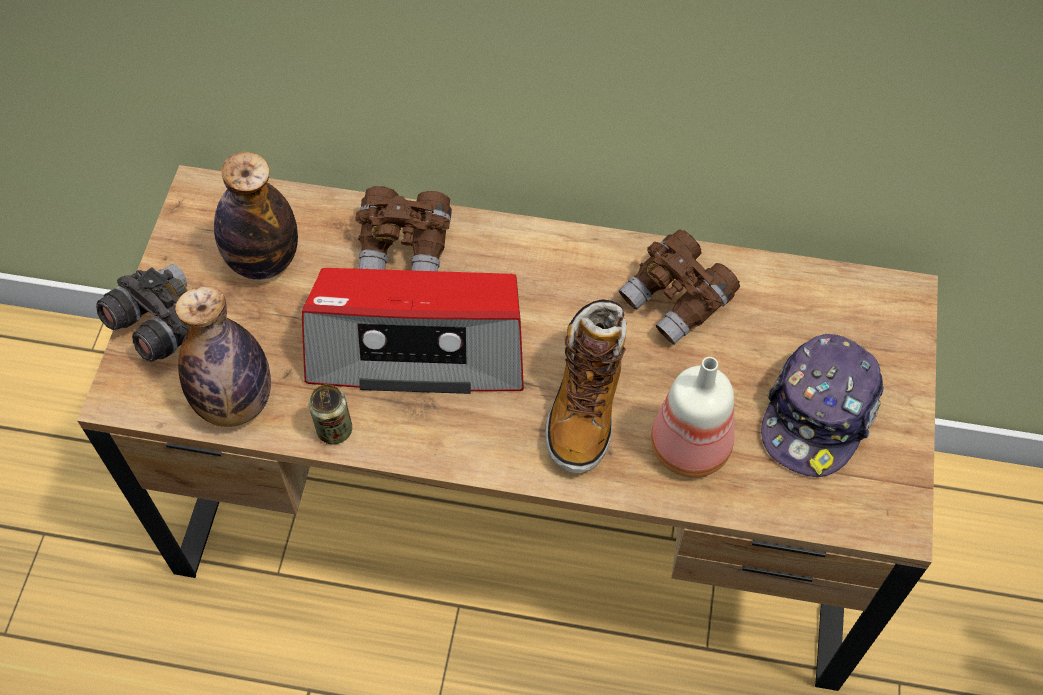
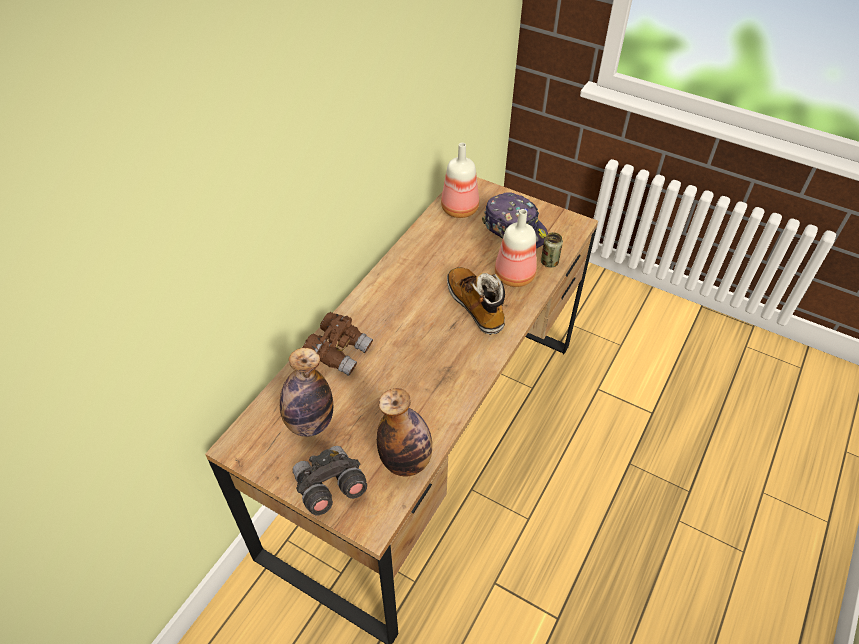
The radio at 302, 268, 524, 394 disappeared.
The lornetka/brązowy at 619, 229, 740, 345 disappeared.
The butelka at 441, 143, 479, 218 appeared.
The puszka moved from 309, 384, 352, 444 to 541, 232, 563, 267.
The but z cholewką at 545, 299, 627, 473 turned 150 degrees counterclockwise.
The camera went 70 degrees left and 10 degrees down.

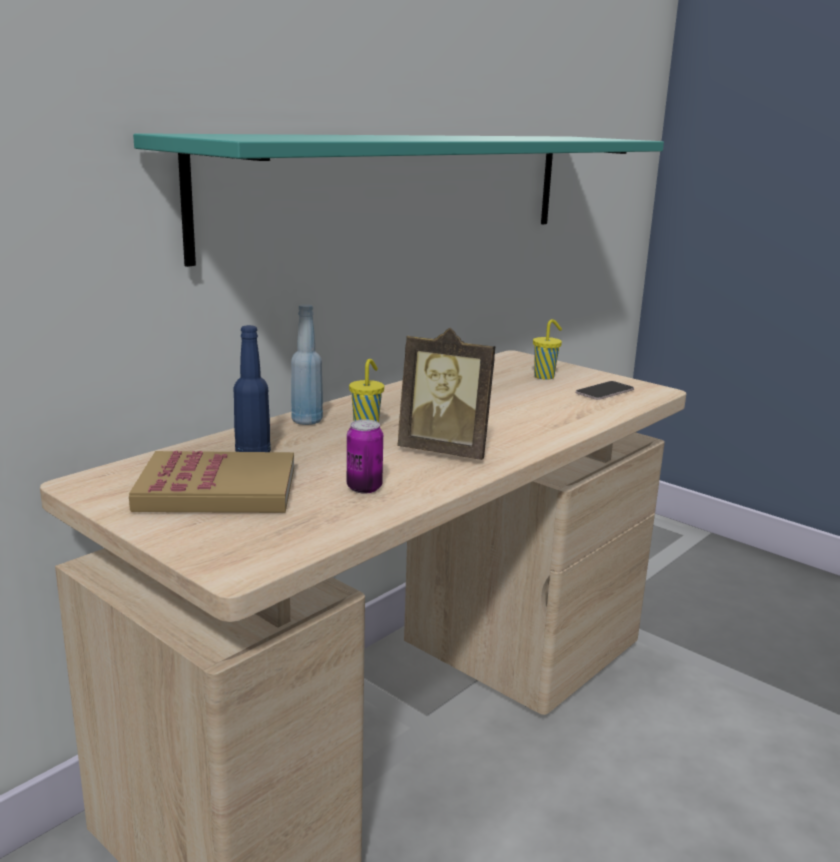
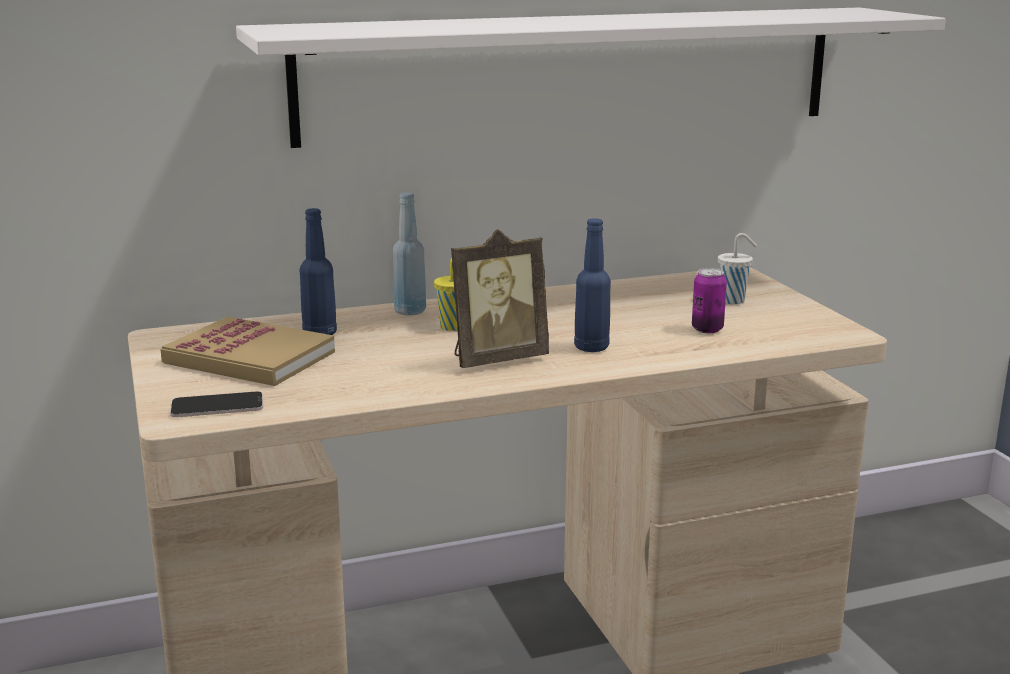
The butelka/niebieski at 574, 218, 611, 352 appeared.
The puszka moved from 347, 419, 383, 494 to 692, 268, 727, 333.
The telefon moved from 576, 381, 634, 400 to 170, 391, 263, 417.
The półka/turkusowy at 133, 133, 664, 267 became the półka/biały at 236, 7, 946, 148.
The filiżanka/żółty at 533, 319, 562, 380 became the filiżanka/biały at 718, 233, 757, 304.
The ramka na zdjęcie at 397, 328, 496, 460 turned 75 degrees counterclockwise.
The camera went 30 degrees right and 0 degrees up.

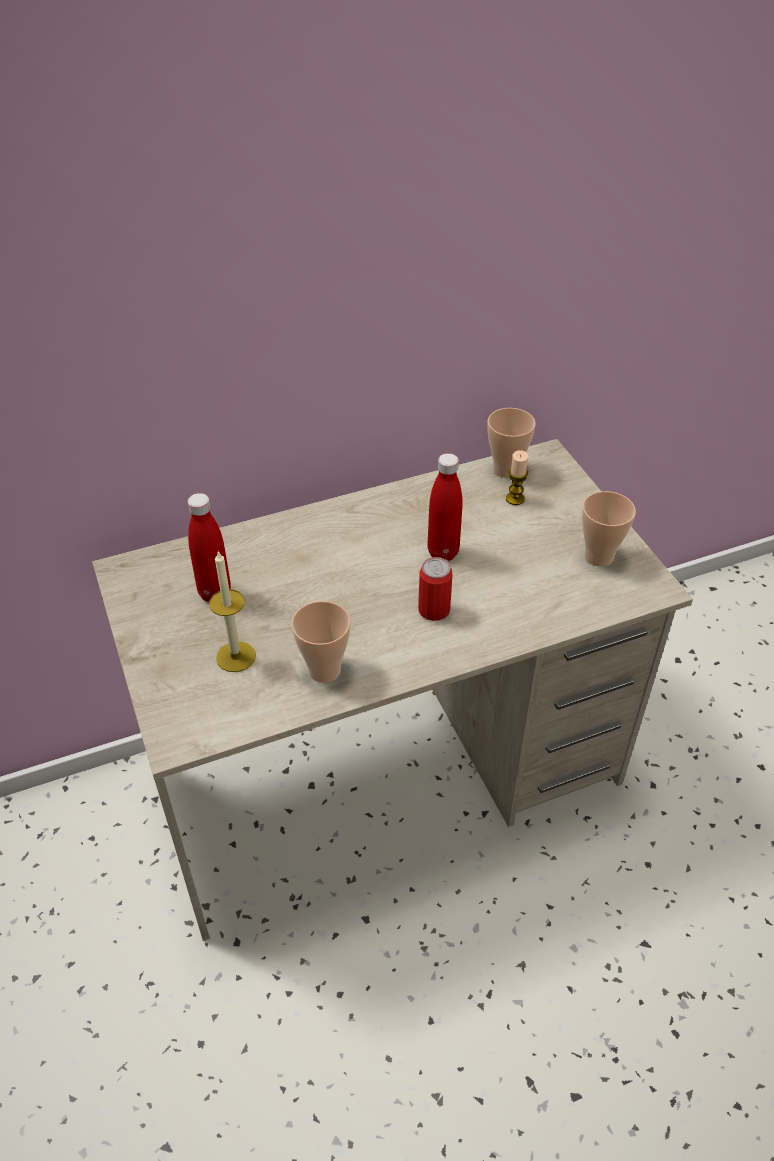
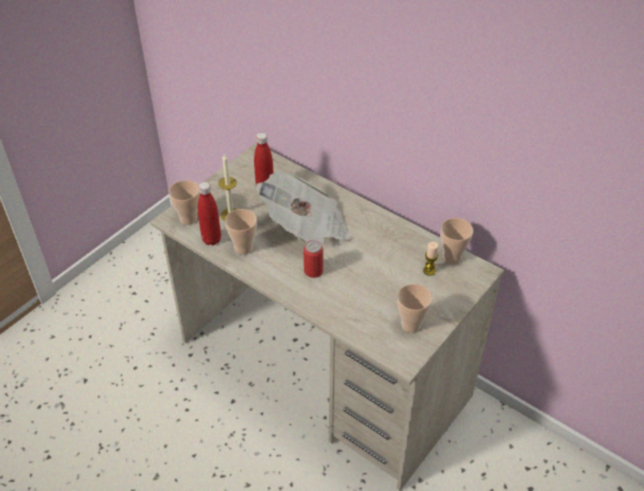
The filiżanka at 169, 180, 200, 225 appeared.
The gazeta at 256, 172, 352, 244 appeared.
The butelka/czerwony moved from 427, 453, 463, 561 to 198, 182, 221, 245.
The camera went 60 degrees right and 0 degrees up.

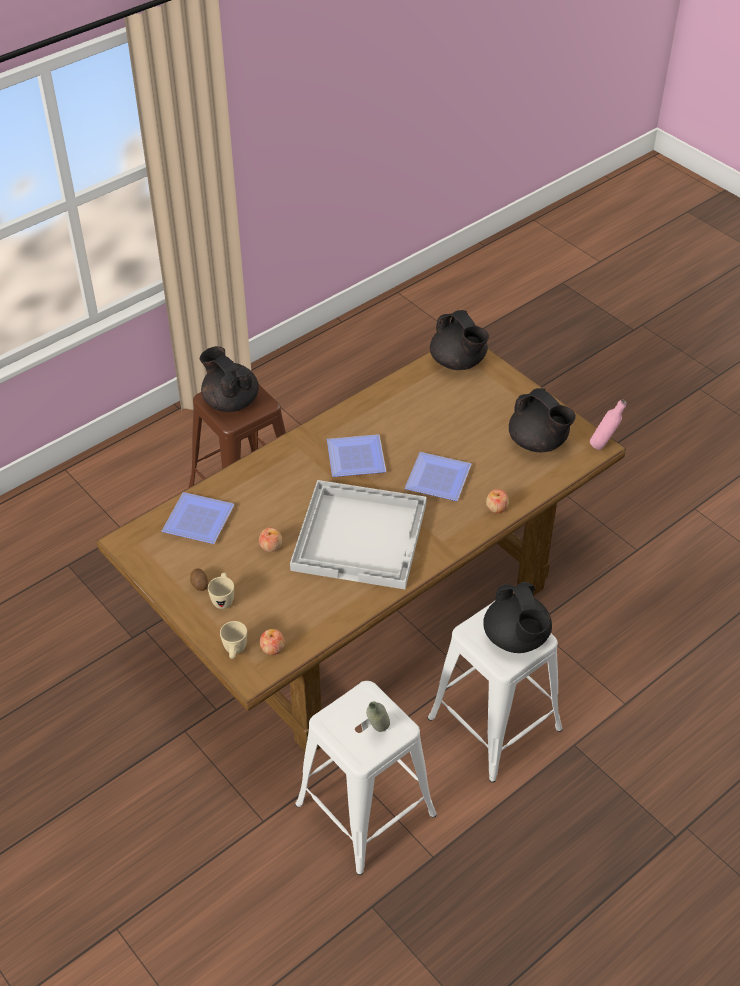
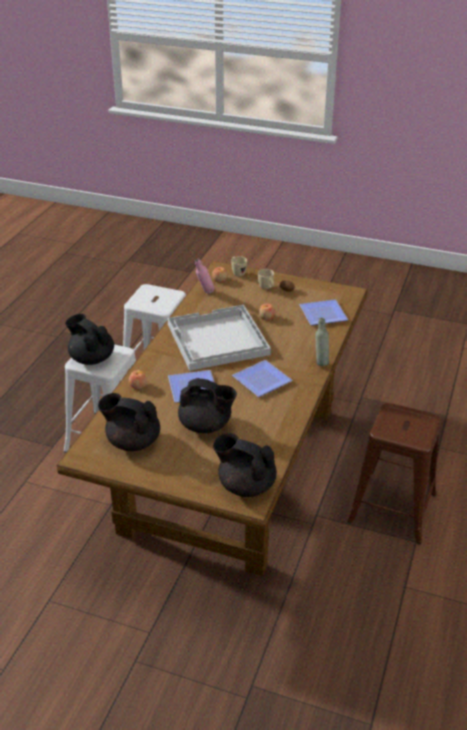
The imbryk/czarny moved from 200, 346, 259, 412 to 178, 378, 237, 433.
The butelka/szary moved from 366, 701, 390, 732 to 315, 318, 329, 366.
The butelka/różowy moved from 590, 399, 627, 450 to 195, 259, 215, 294.
The camera went 150 degrees right and 10 degrees down.

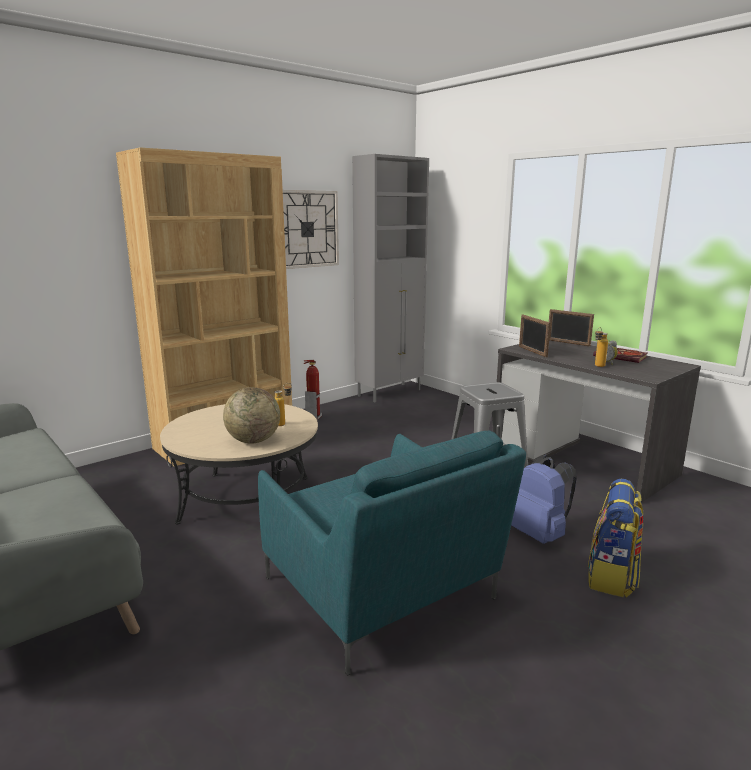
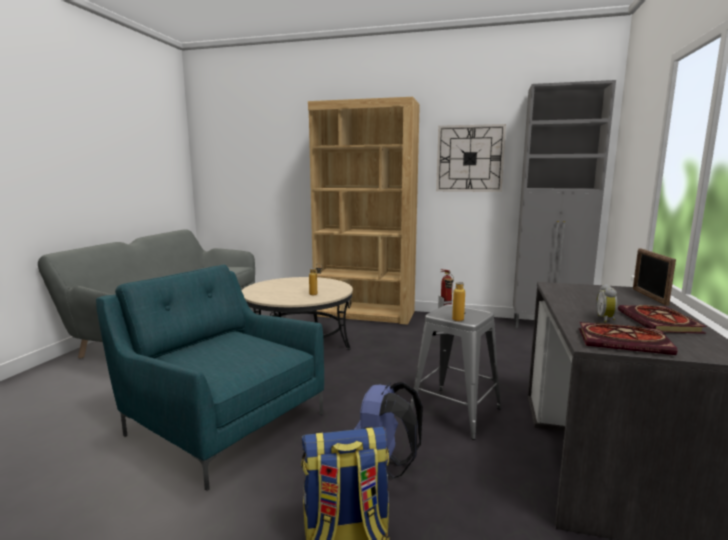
The globus at 223, 387, 280, 444 disappeared.
The ramka na zdjęcie at 519, 315, 551, 357 disappeared.
The książka at 579, 322, 678, 355 appeared.
The butelka moved from 595, 327, 608, 367 to 444, 274, 465, 321.
The fotel/turkusowy at 258, 431, 526, 676 turned 105 degrees clockwise.
The camera went 55 degrees right and 5 degrees down.

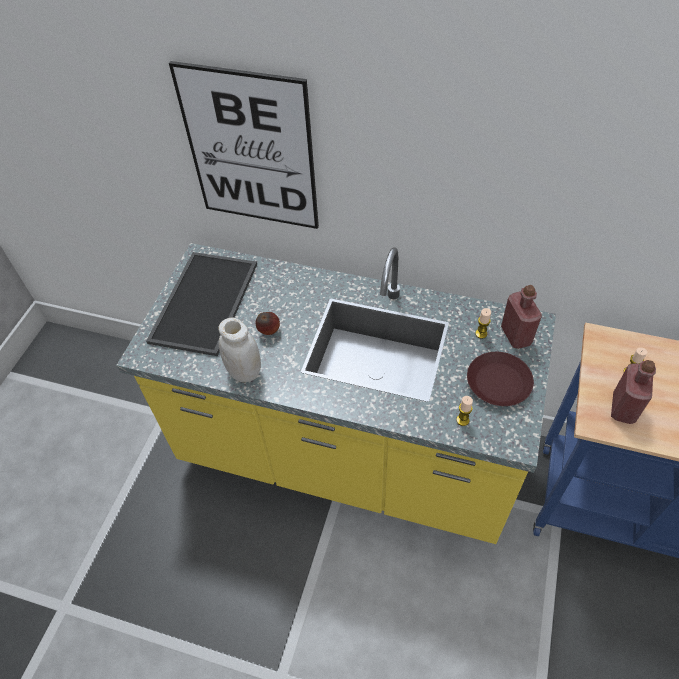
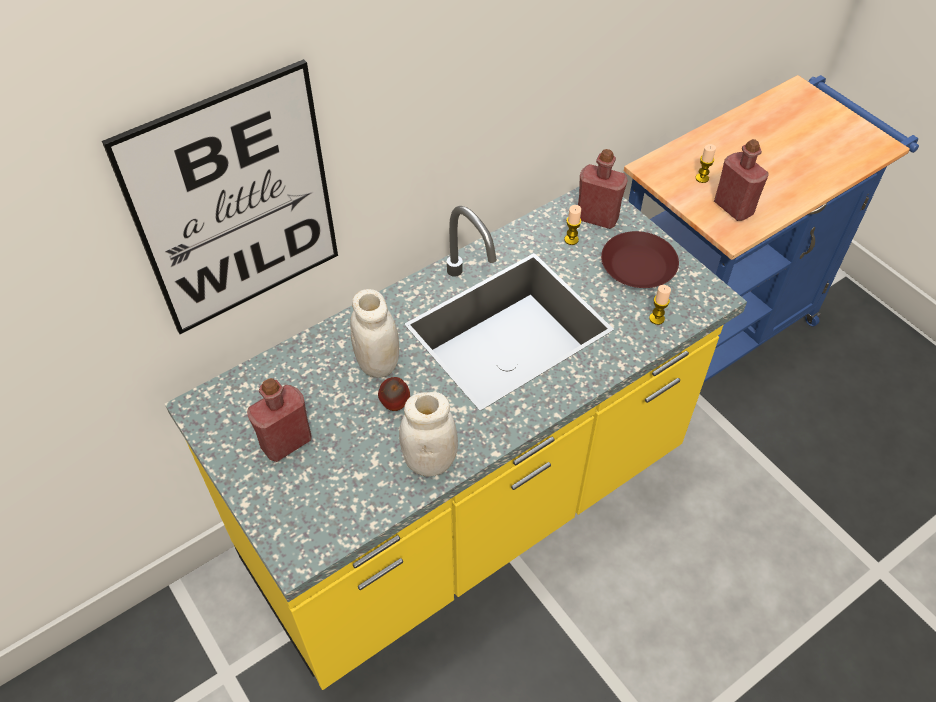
The słoik/biały at 350, 289, 399, 378 appeared.
The taca at 146, 252, 257, 356 was replaced by the butelka/czerwony at 247, 378, 311, 462.
The camera went 55 degrees left and 0 degrees up.

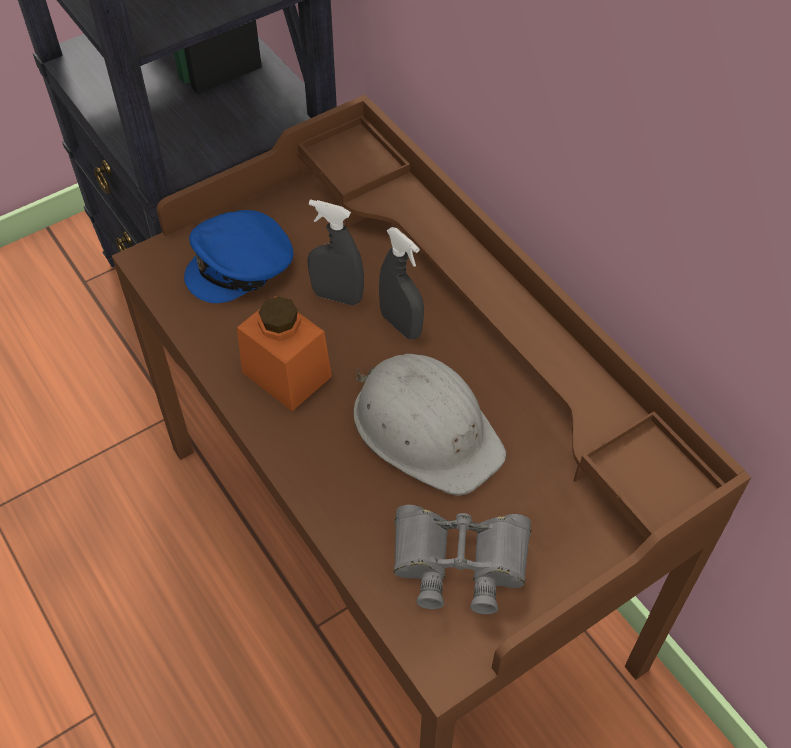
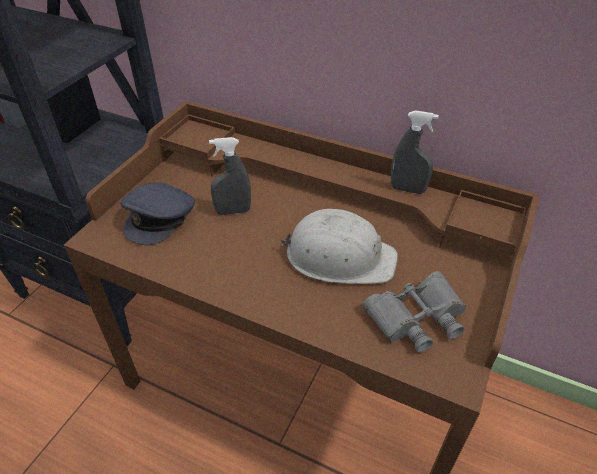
The słoik/pomarańczowy at 237, 296, 332, 411 disappeared.
The spryskiwacz/szary moved from 379, 227, 424, 339 to 391, 110, 439, 194.
The czapka z daszkiem/niebieski at 184, 210, 294, 303 became the czapka z daszkiem/szary at 120, 182, 195, 245.
The camera went 30 degrees left and 10 degrees down.

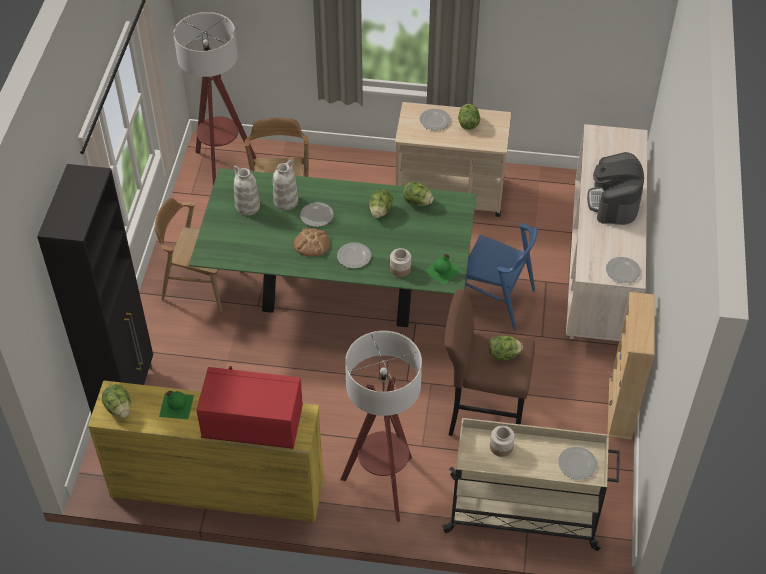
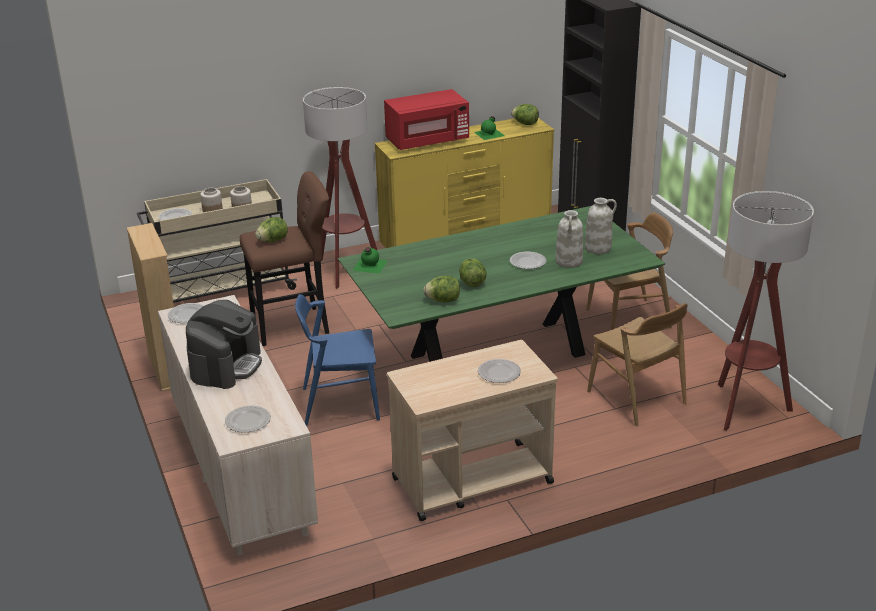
The chleb at 294, 228, 330, 257 disappeared.
The sałata at 458, 104, 480, 130 disappeared.
The talerz moved from 337, 242, 371, 268 to 225, 405, 271, 433.
The słoik moved from 390, 248, 411, 277 to 200, 188, 223, 212.
The ekspres do kawy at 587, 152, 644, 225 turned 45 degrees clockwise.
The camera went 150 degrees right and 20 degrees down.

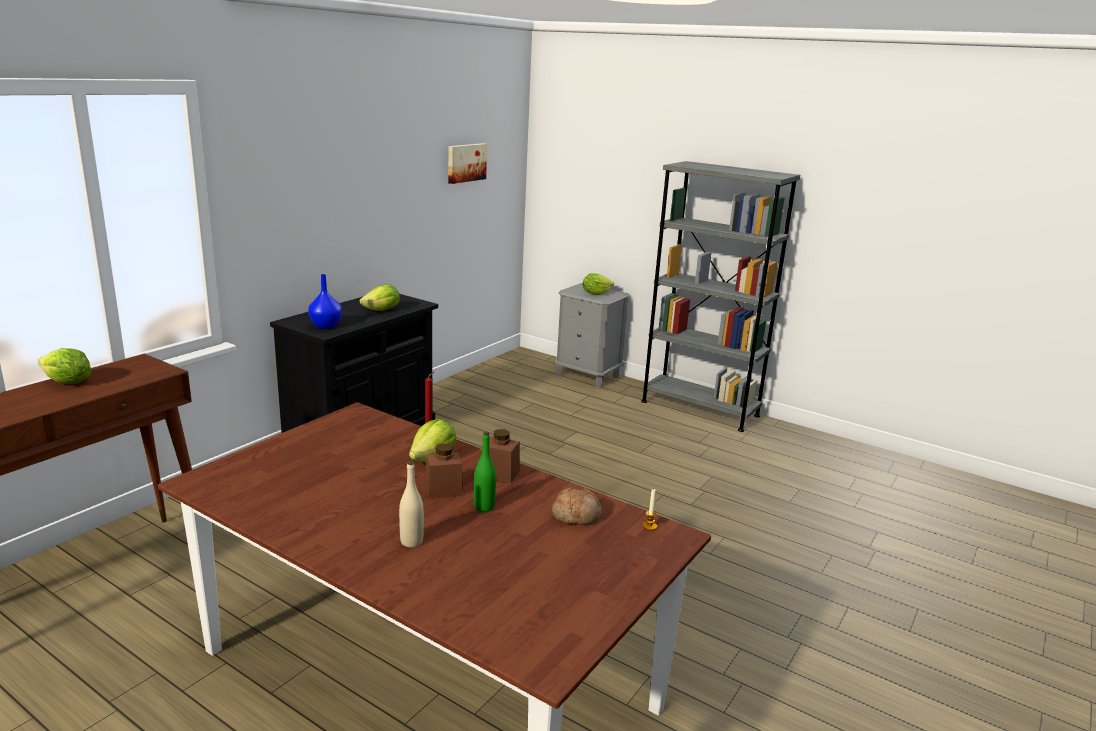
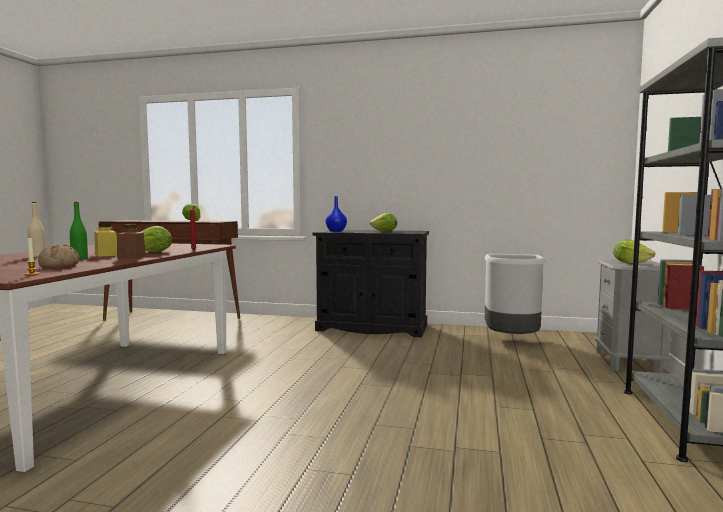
The obraz at 448, 143, 487, 184 disappeared.
The kosz na śmieci/szary at 484, 254, 546, 334 appeared.
The słoik/brązowy at 425, 443, 463, 499 became the słoik/żółty at 94, 223, 117, 257.
The camera went 70 degrees right and 15 degrees down.

